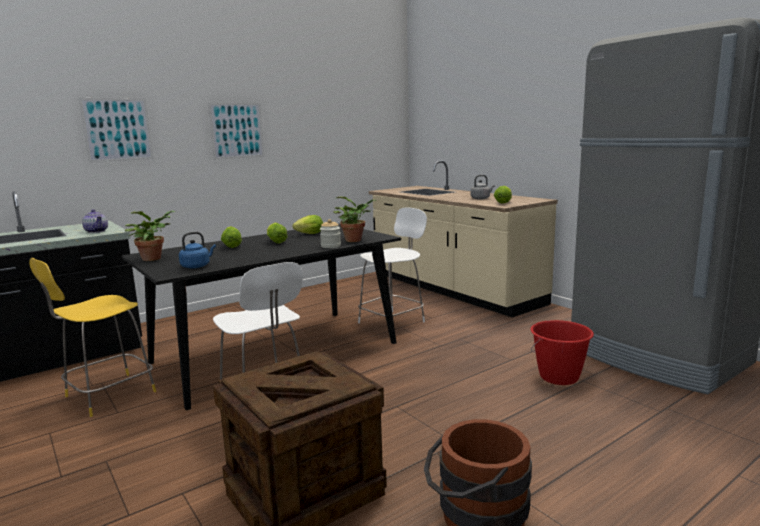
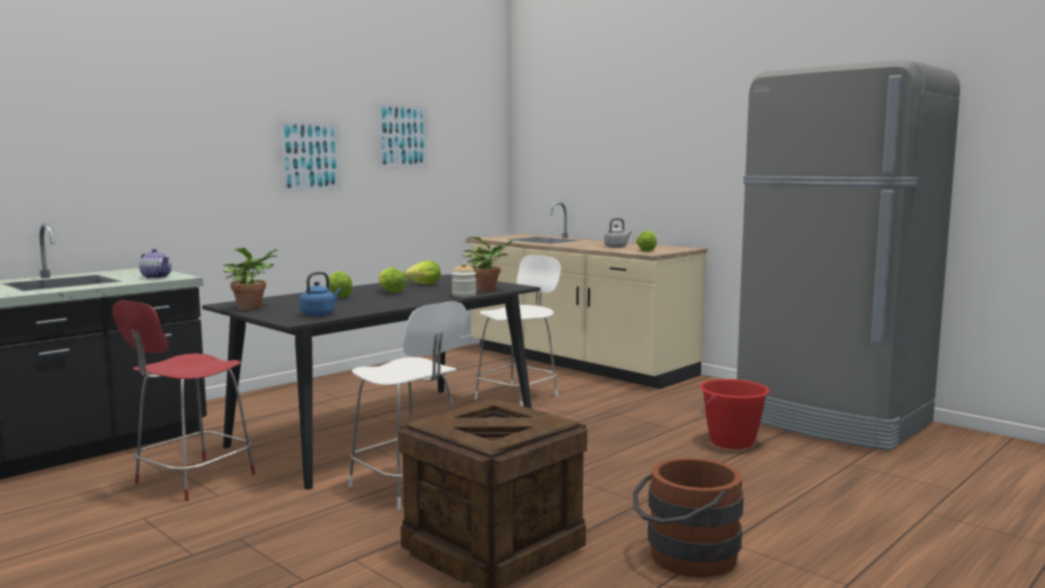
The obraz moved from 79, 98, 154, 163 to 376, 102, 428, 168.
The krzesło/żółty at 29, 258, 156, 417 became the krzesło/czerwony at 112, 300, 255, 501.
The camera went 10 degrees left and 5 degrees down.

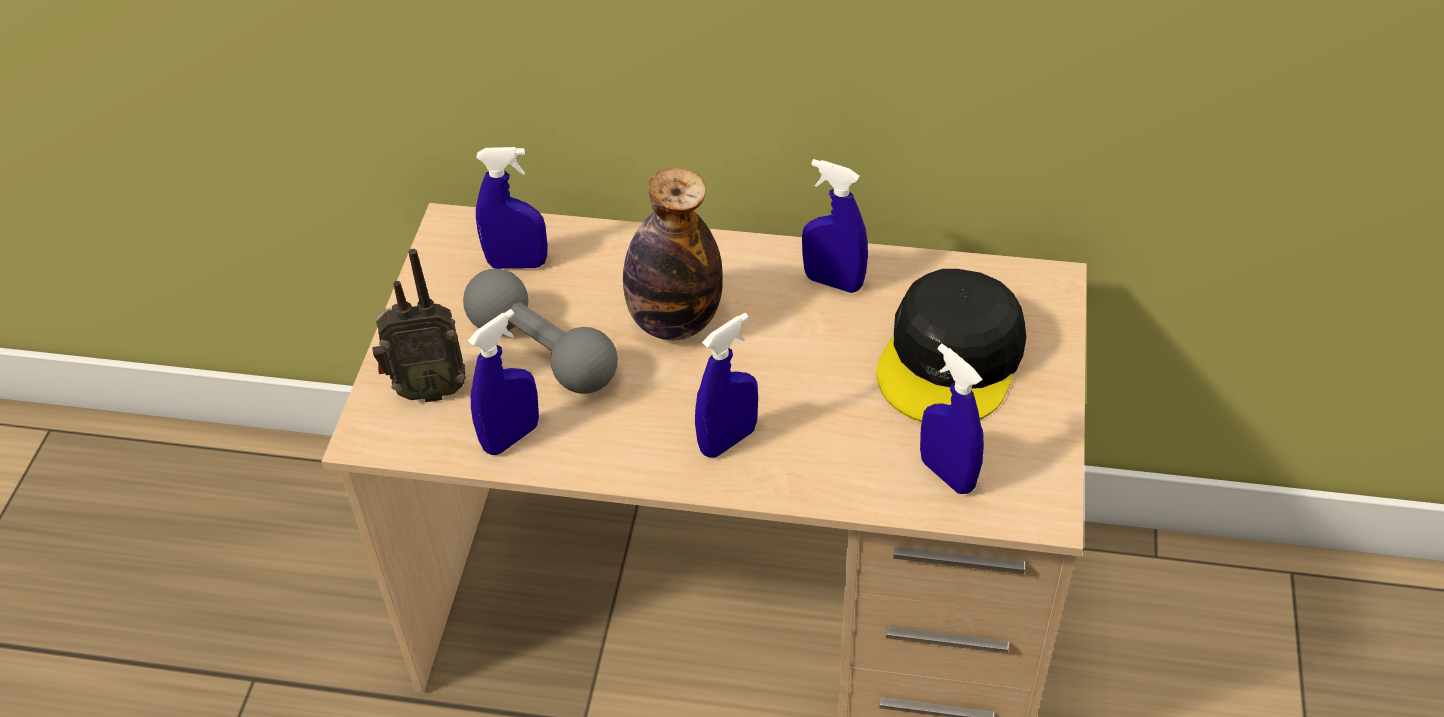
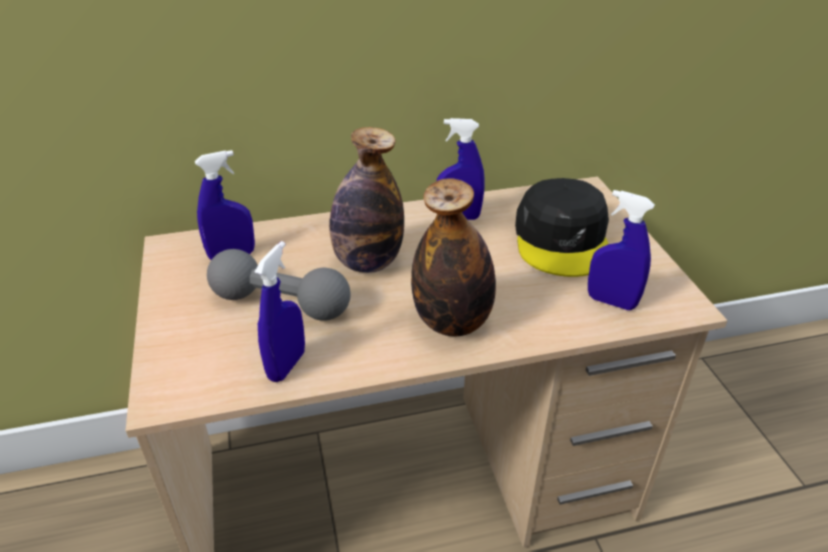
The radio at 373, 249, 466, 402 disappeared.
The spryskiwacz/niebieski at 695, 313, 758, 458 was replaced by the butelka at 411, 179, 496, 337.
The camera went 25 degrees left and 10 degrees down.

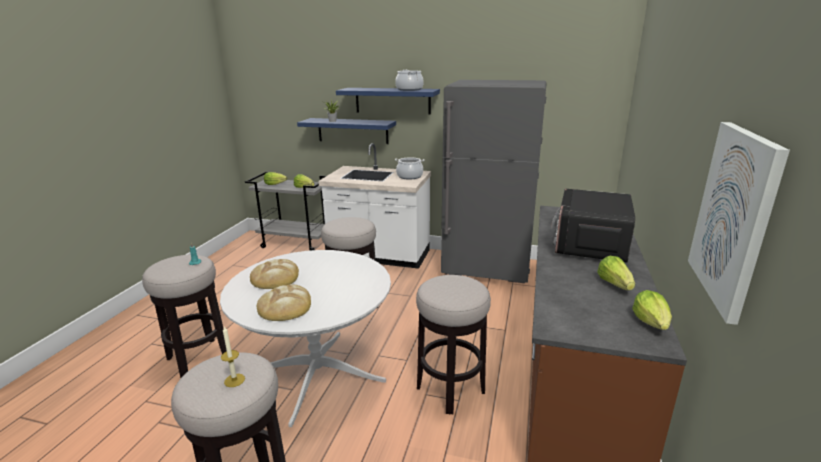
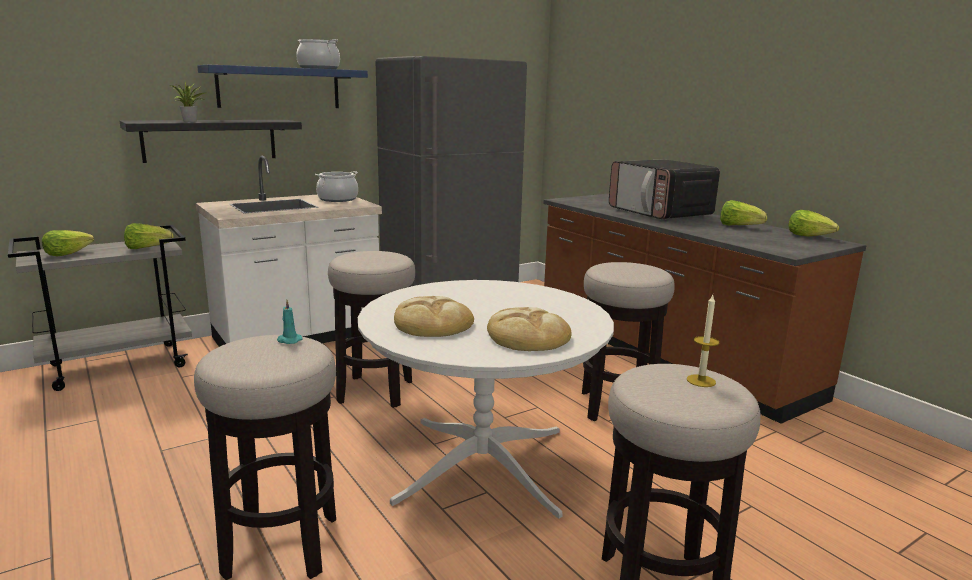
The obraz at 688, 122, 790, 325 disappeared.
The półka/niebieski at 297, 118, 396, 144 became the półka/czarny at 120, 120, 302, 163.
The camera went 50 degrees left and 5 degrees down.

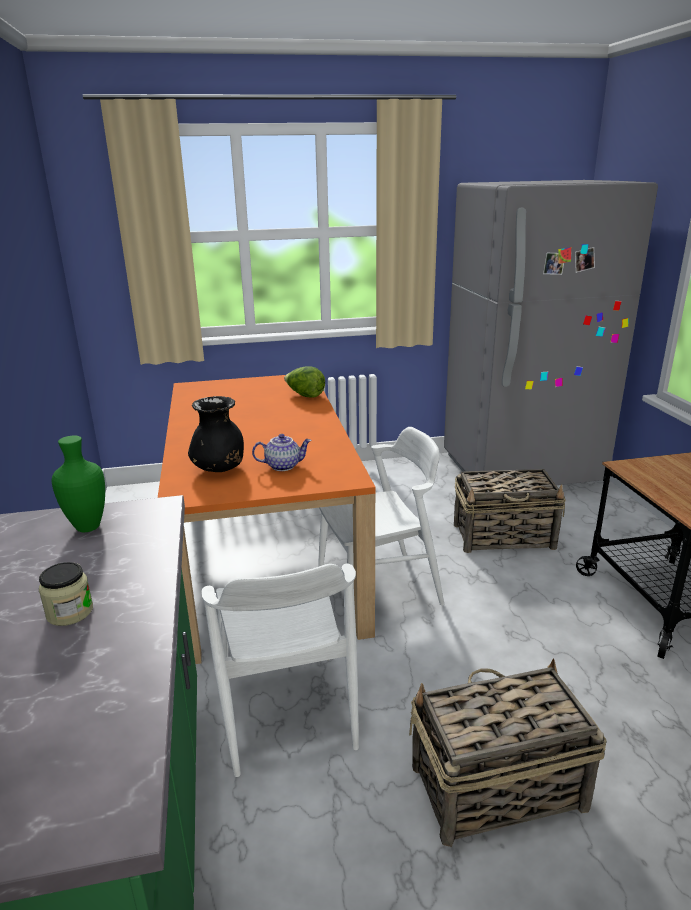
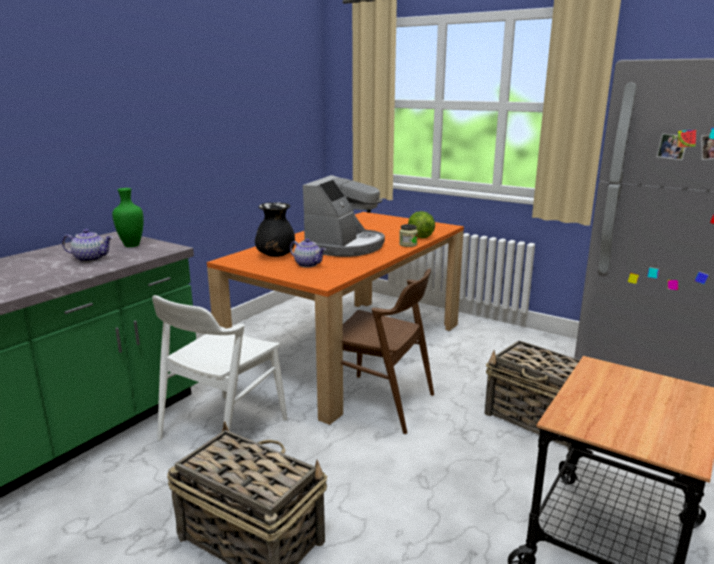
The imbryk at 62, 229, 113, 262 appeared.
The ekspres do kawy at 301, 175, 385, 257 appeared.
The słoik moved from 39, 562, 93, 626 to 399, 224, 418, 247.
The krzesło/biały at 318, 427, 444, 606 became the krzesło/brązowy at 341, 269, 434, 434.
The camera went 45 degrees right and 5 degrees down.

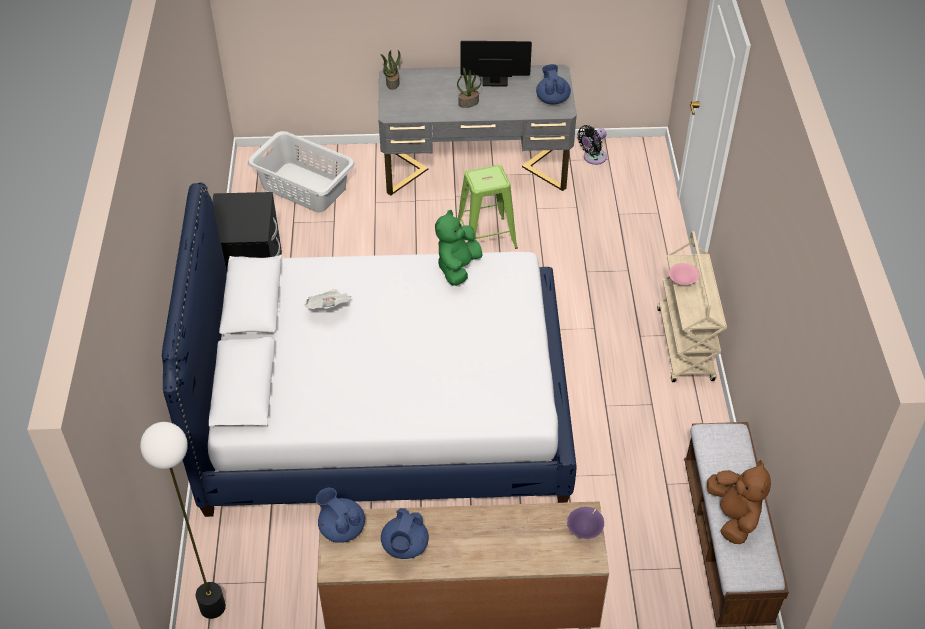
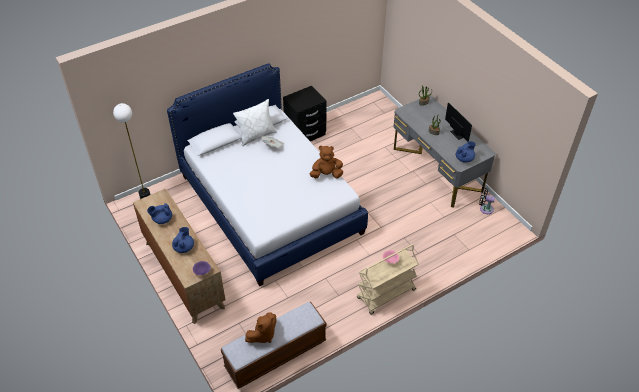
The kosz na pranie/szary at 248, 131, 355, 213 disappeared.
The stołek/zielony at 458, 165, 518, 249 disappeared.
The poduszka/biały at 233, 99, 277, 146 appeared.
The imbryk/niebieski moved from 316, 488, 365, 543 to 172, 227, 194, 253.
The pluszak/zielony at 435, 210, 483, 286 became the pluszak/brązowy at 309, 146, 343, 179.
The camera went 60 degrees right and 0 degrees up.

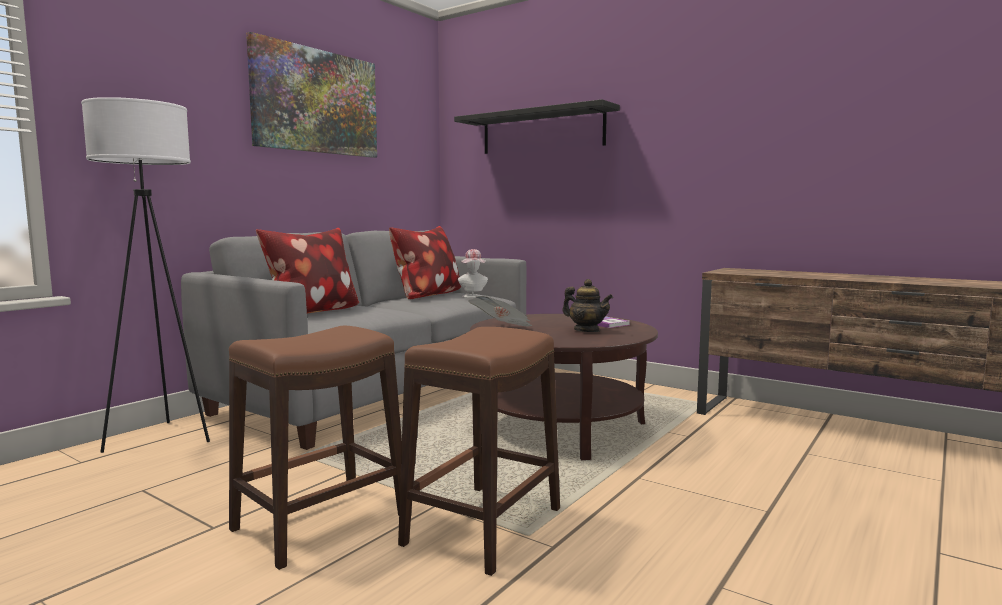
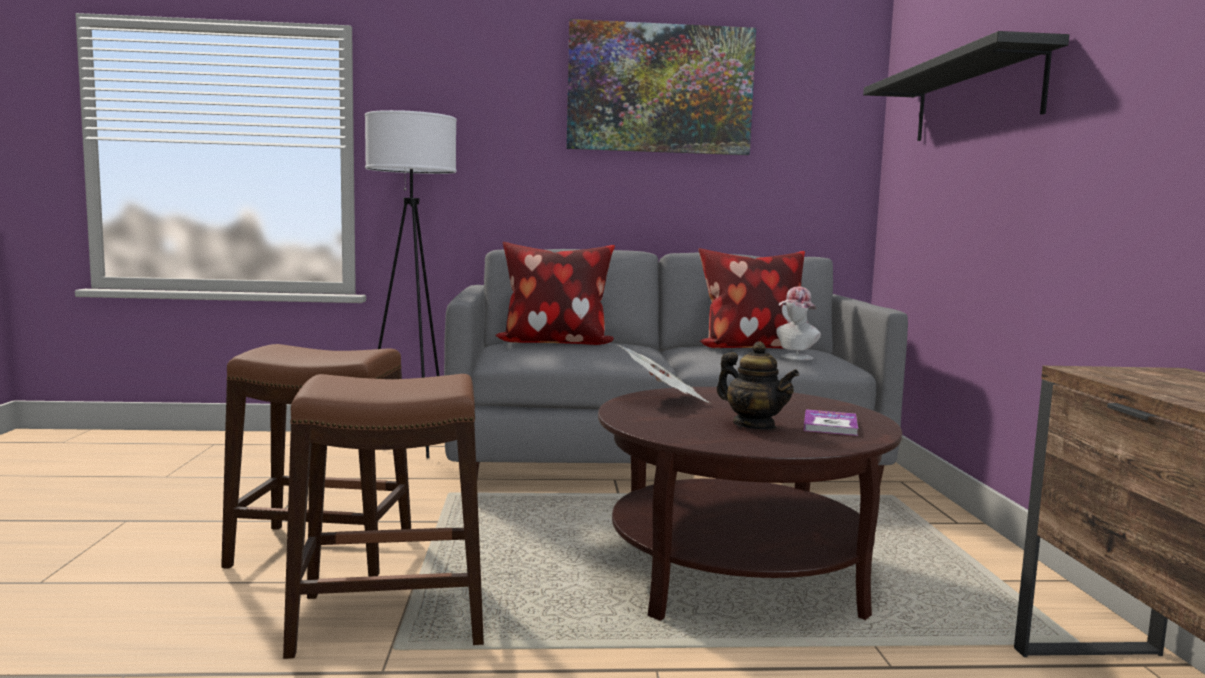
The imbryk at 562, 279, 613, 332 turned 45 degrees counterclockwise.
The camera went 50 degrees right and 0 degrees up.

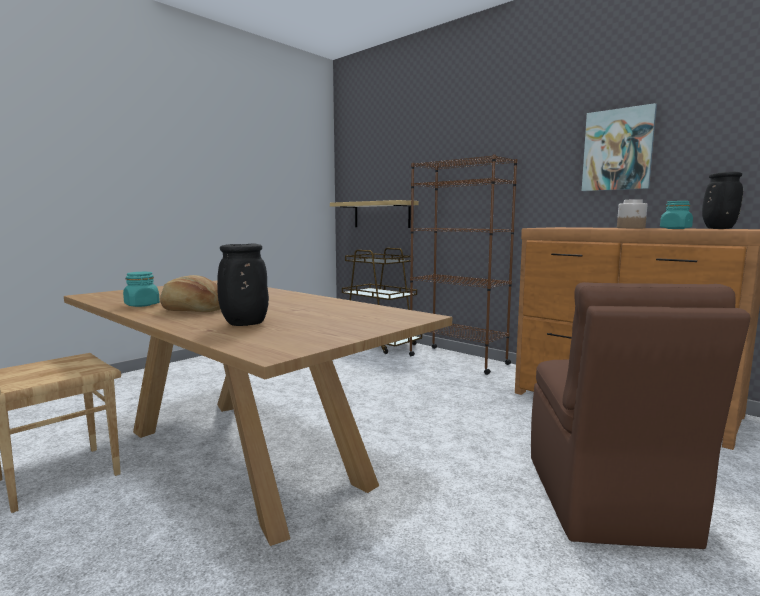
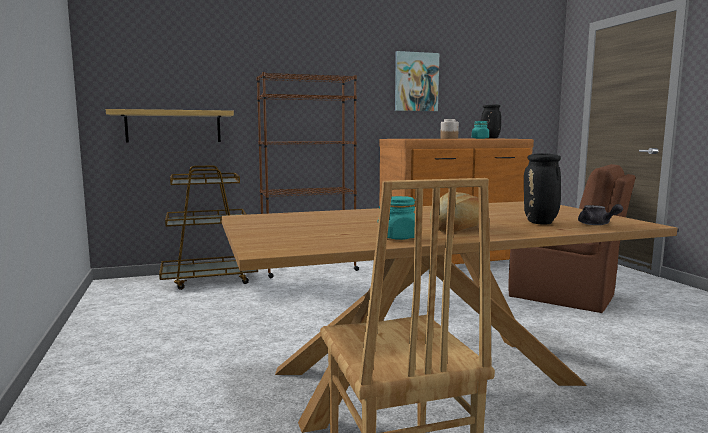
The imbryk/szary at 578, 204, 623, 225 appeared.
The camera went 60 degrees left and 0 degrees up.

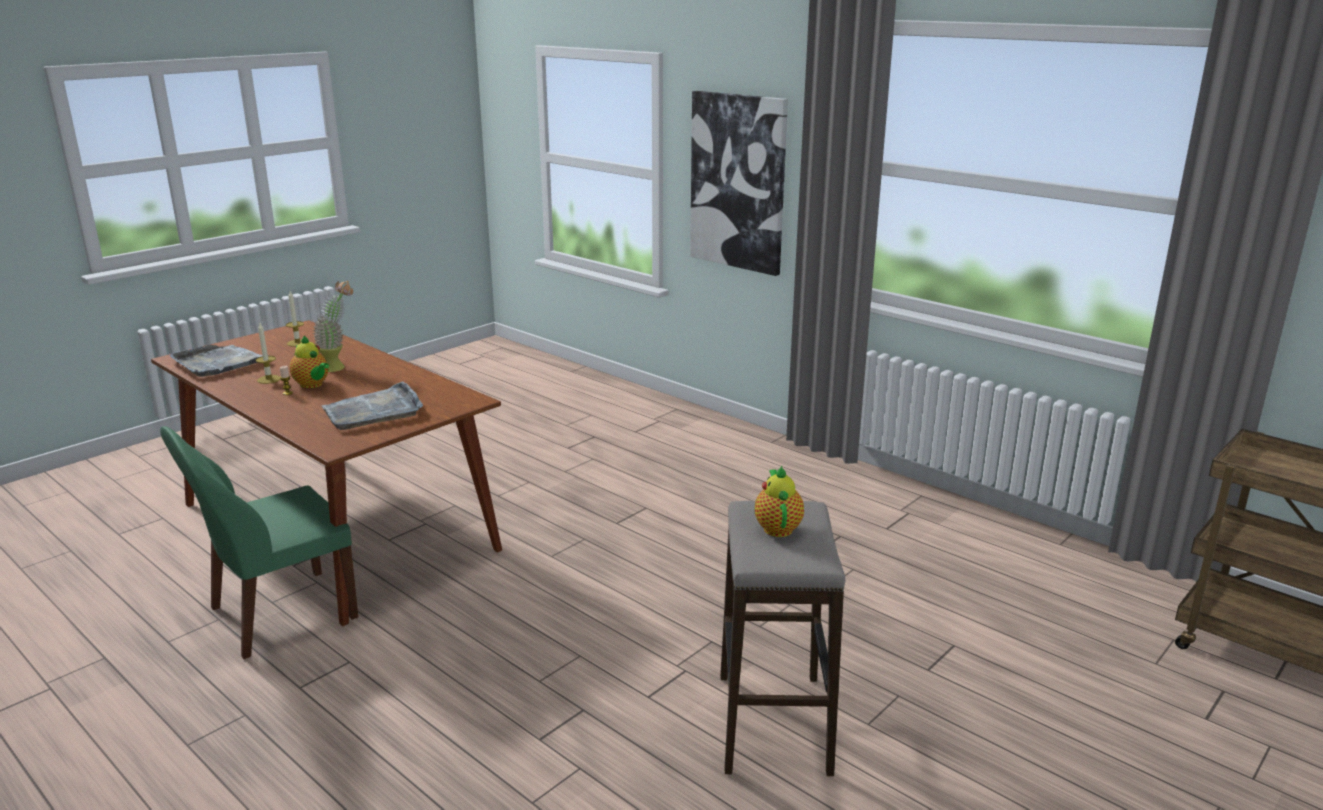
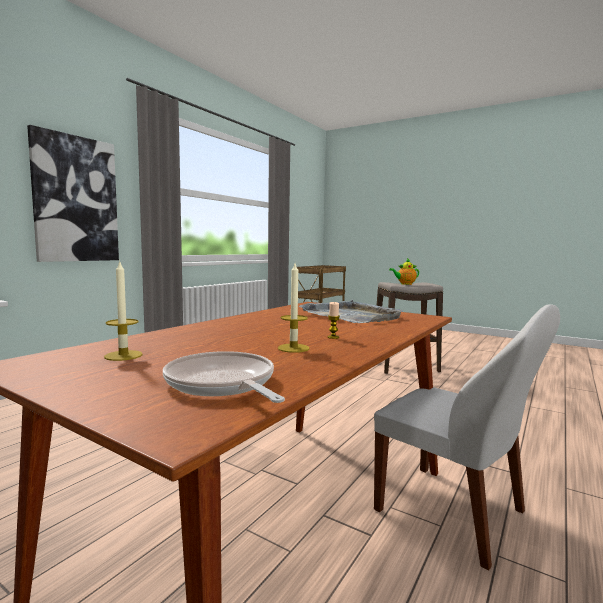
The imbryk at 290, 336, 329, 388 disappeared.
The roślina doniczkowa at 313, 281, 353, 372 disappeared.
The taca/szary at 169, 345, 270, 377 was replaced by the patelnia at 163, 351, 285, 403.
The krzesło/zielony at 160, 426, 358, 659 became the krzesło/biały at 374, 304, 560, 570.
The camera went 100 degrees left and 15 degrees down.

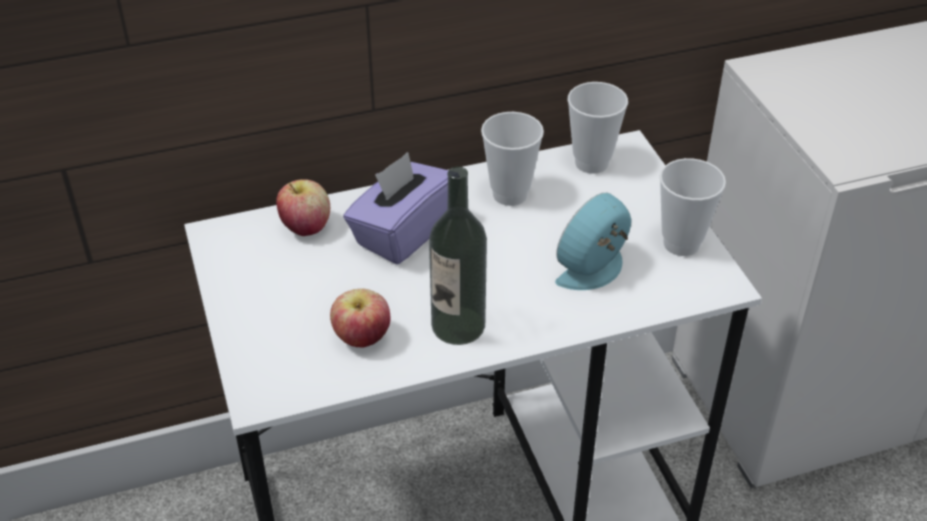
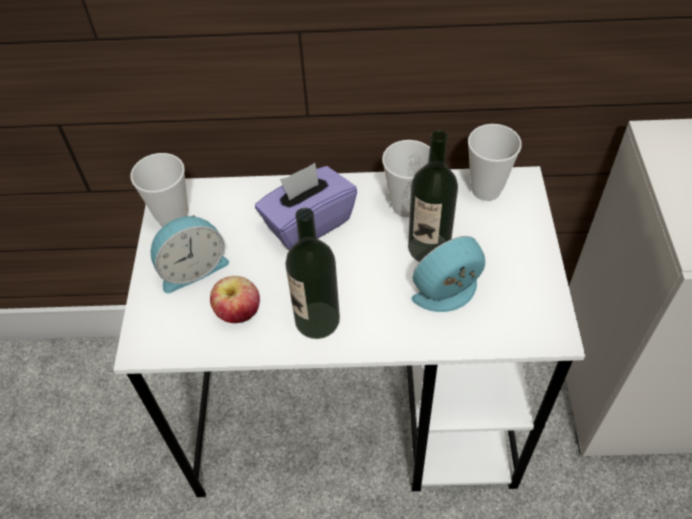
The jabłko at 276, 179, 330, 236 disappeared.
The budzik at 151, 215, 229, 294 appeared.
The butelka at 408, 130, 458, 262 appeared.
The filiżanka moved from 659, 158, 726, 256 to 131, 153, 188, 227.
The camera went 20 degrees right and 10 degrees up.

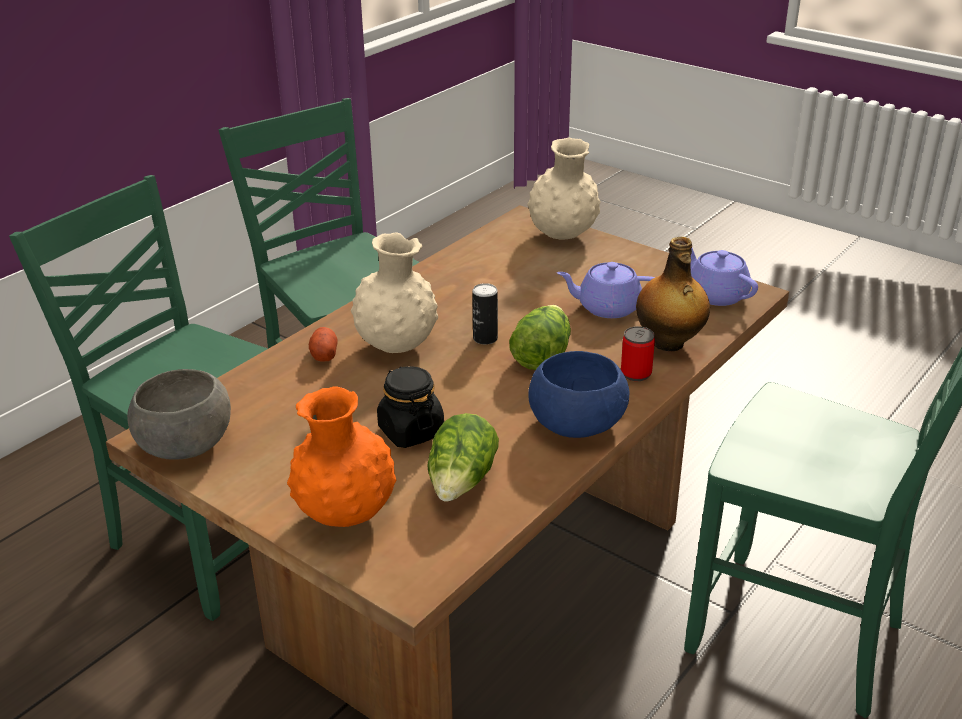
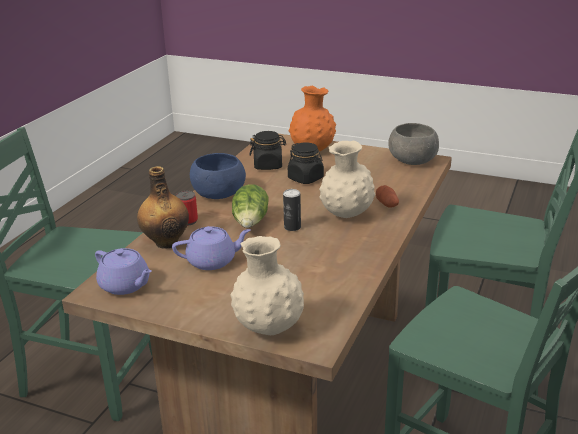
The sałata at 427, 413, 499, 502 was replaced by the słoik/czarny at 250, 131, 286, 170.
The camera went 165 degrees right and 5 degrees down.

